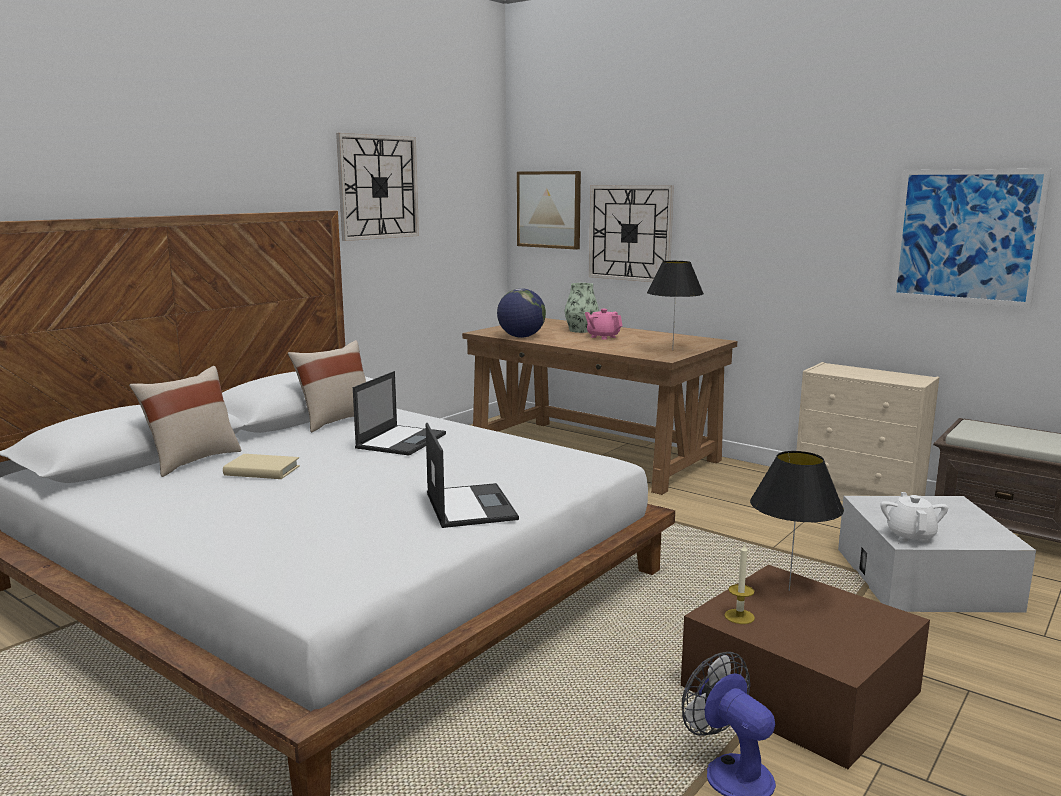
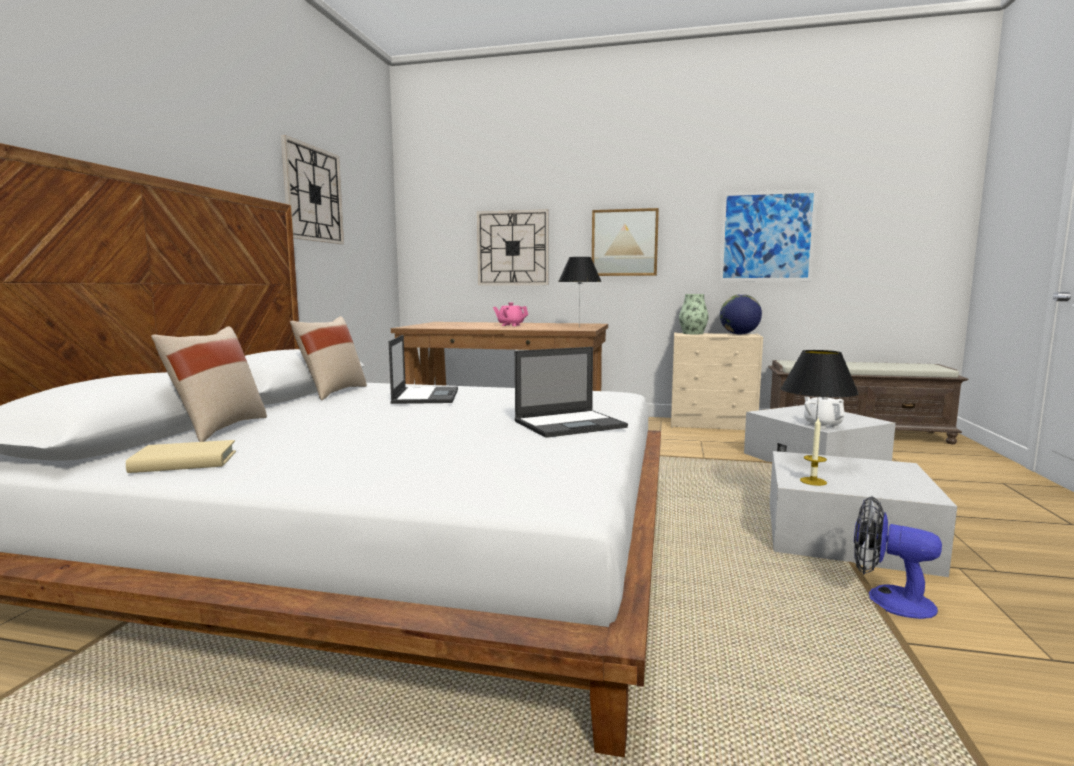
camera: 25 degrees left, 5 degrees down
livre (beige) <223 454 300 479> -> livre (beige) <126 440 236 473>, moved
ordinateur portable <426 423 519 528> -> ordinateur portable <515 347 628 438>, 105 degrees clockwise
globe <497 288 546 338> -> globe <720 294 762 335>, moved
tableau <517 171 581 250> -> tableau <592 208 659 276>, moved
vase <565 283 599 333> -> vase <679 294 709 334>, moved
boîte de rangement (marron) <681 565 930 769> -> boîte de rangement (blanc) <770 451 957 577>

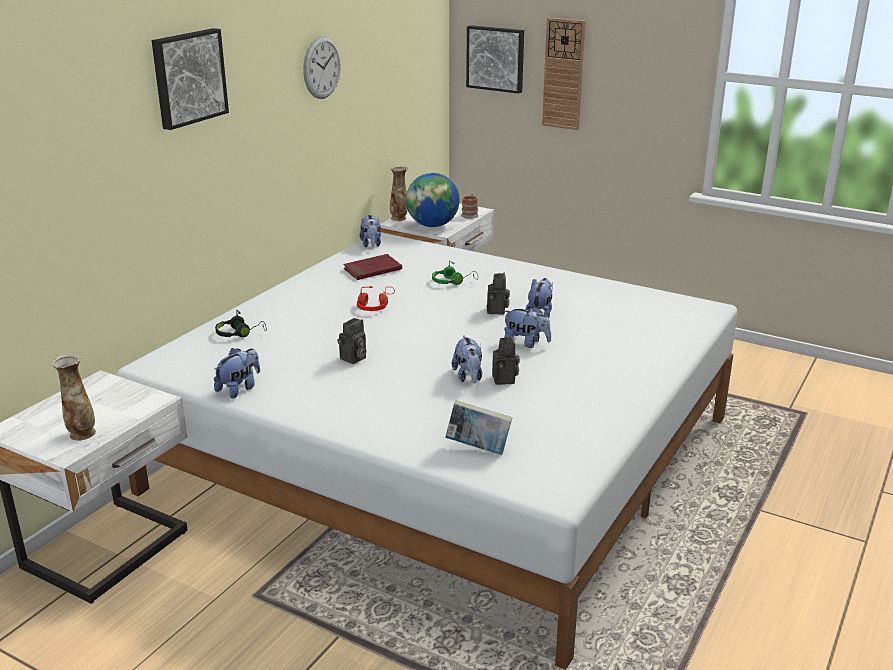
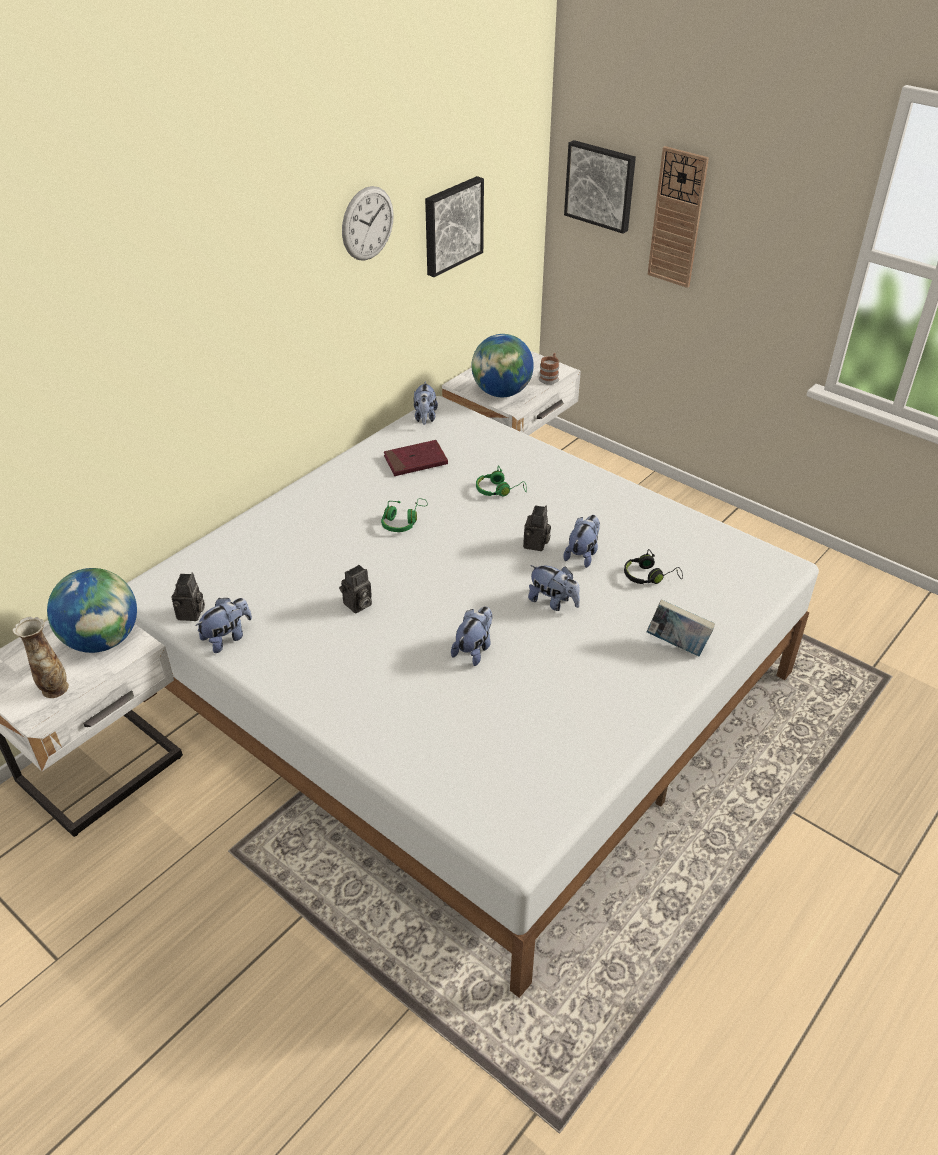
camera: 10 degrees right, 15 degrees up
tableau <152 28 229 130> -> tableau <425 176 484 277>, moved
casque audio (noir) <215 310 267 337> -> casque audio (noir) <624 549 683 584>, moved
casque audio (rouge) <357 286 395 311> -> casque audio (vert) <381 498 428 532>
vase <390 166 408 221> -> none
livre <446 400 512 455> -> livre <646 599 715 656>, moved
peluche <452 335 482 383> -> peluche <451 606 493 666>, 150 degrees counterclockwise
appareil photo <492 336 520 385> -> appareil photo <171 573 205 621>, moved
none -> globe <47 568 137 653>

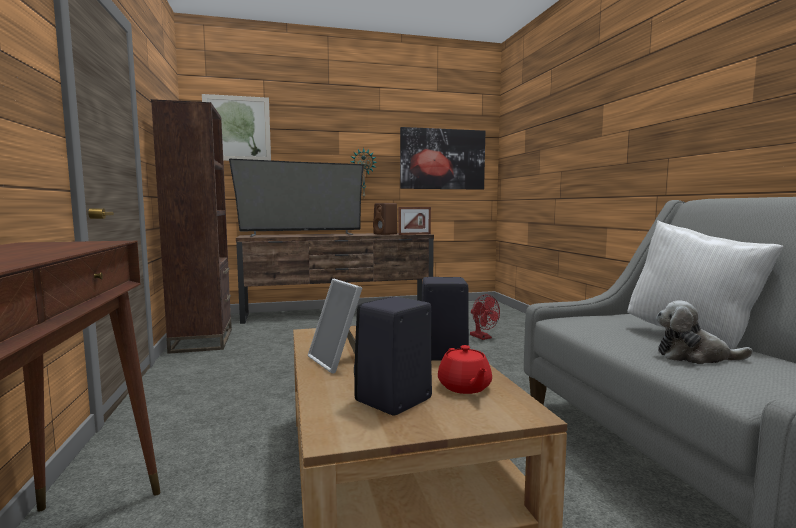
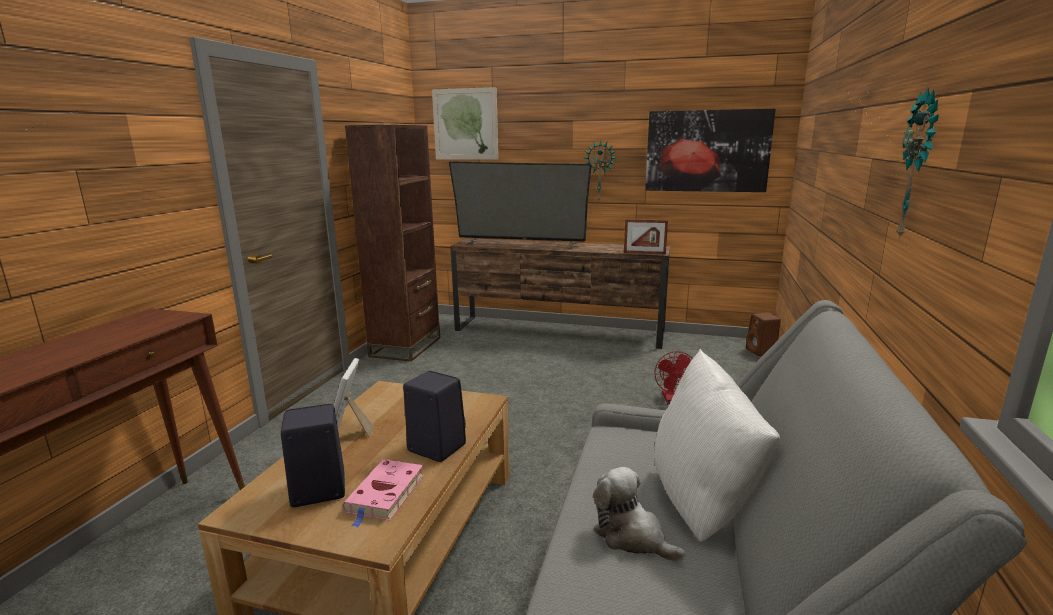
camera: 30 degrees right, 10 degrees up
enceinte (marron) <373 203 397 235> -> enceinte (marron) <746 313 781 356>, moved
théière (rouge) <438 345 492 394> -> livre (rose) <342 459 424 528>
none -> horloge murale <896 87 939 240>

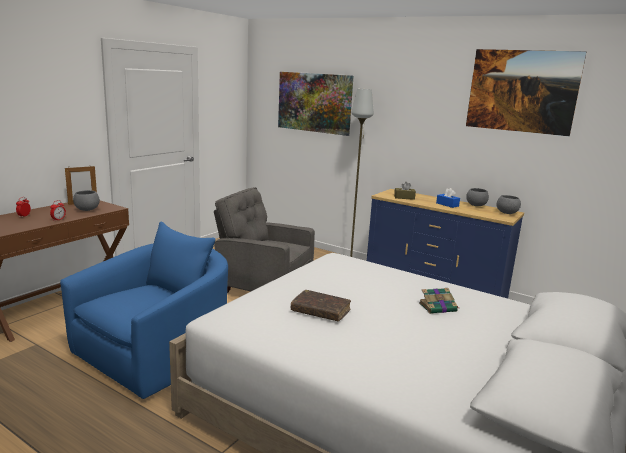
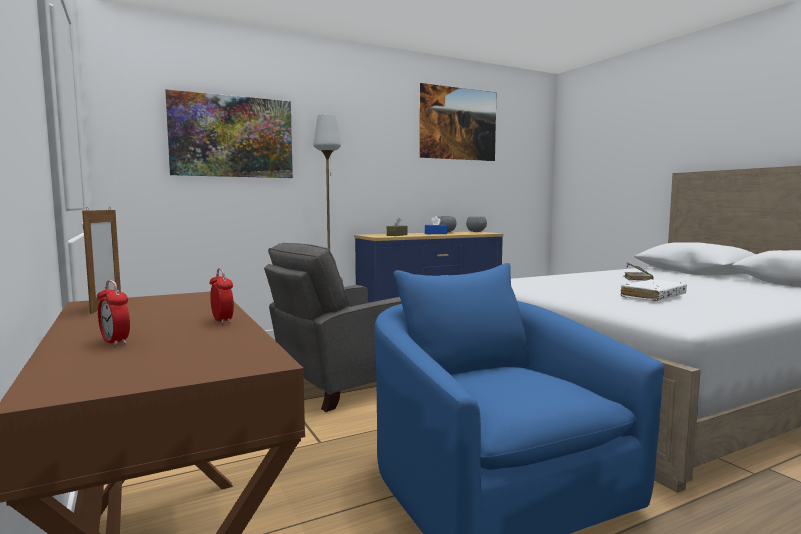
camera: 60 degrees left, 10 degrees down
bol (gris) <73 190 100 211> -> none
livre (marron) <291 290 351 321> -> livre (blanc) <621 279 687 301>

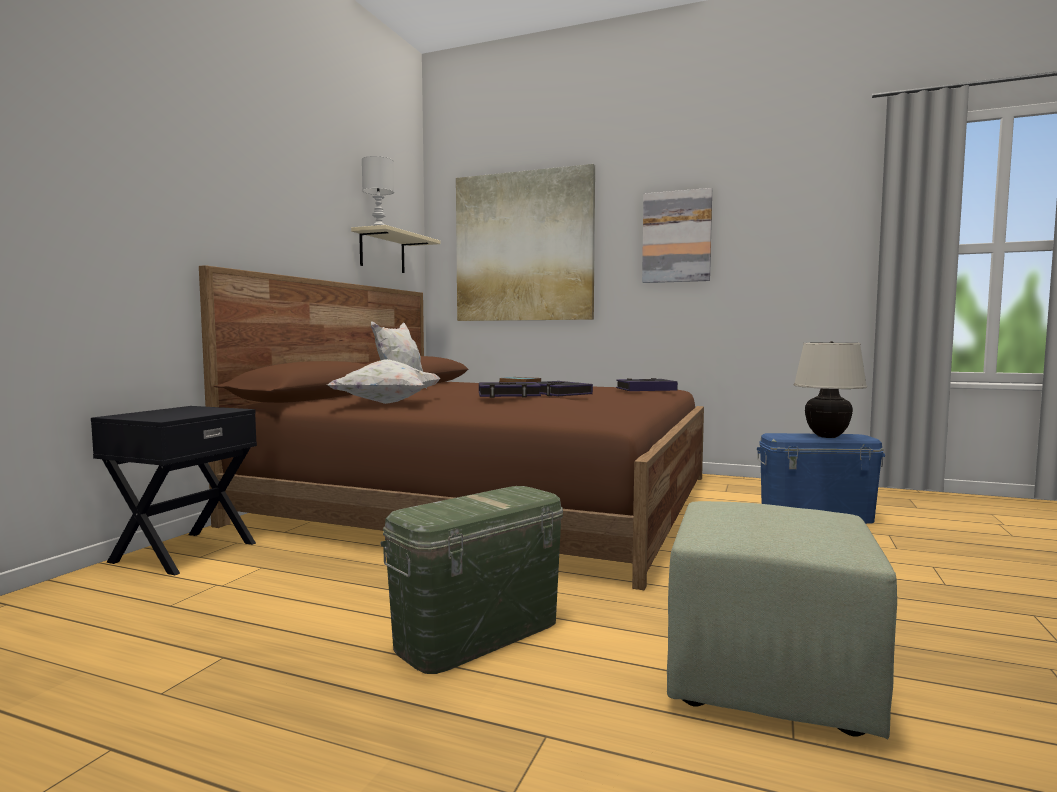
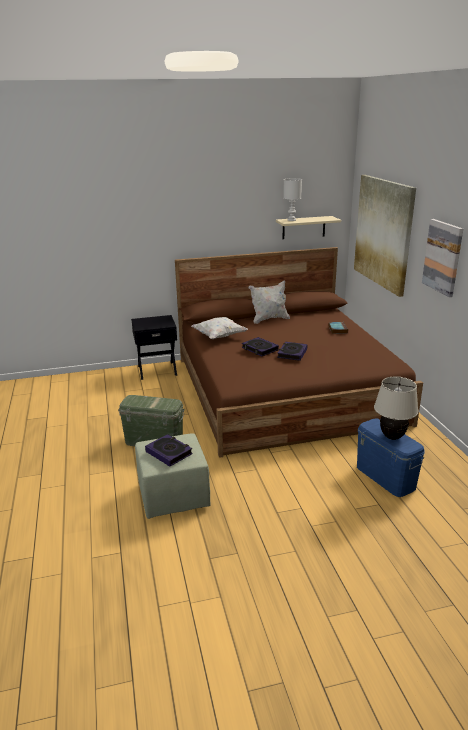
camera: 55 degrees right, 20 degrees up
livre <616 378 678 391> -> livre <145 434 193 466>, moved

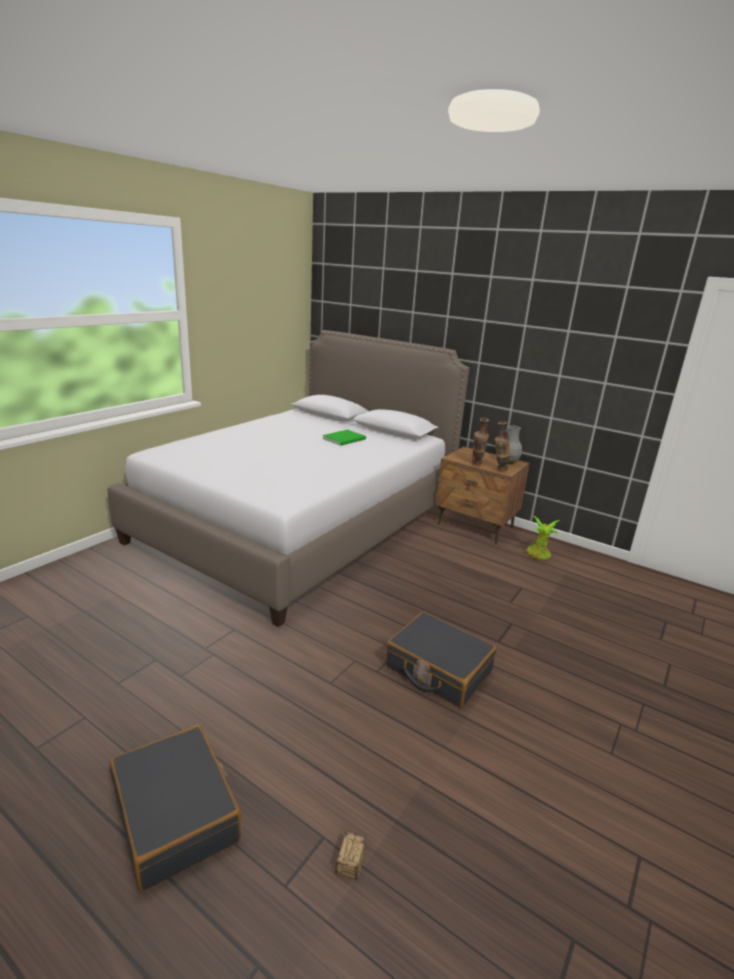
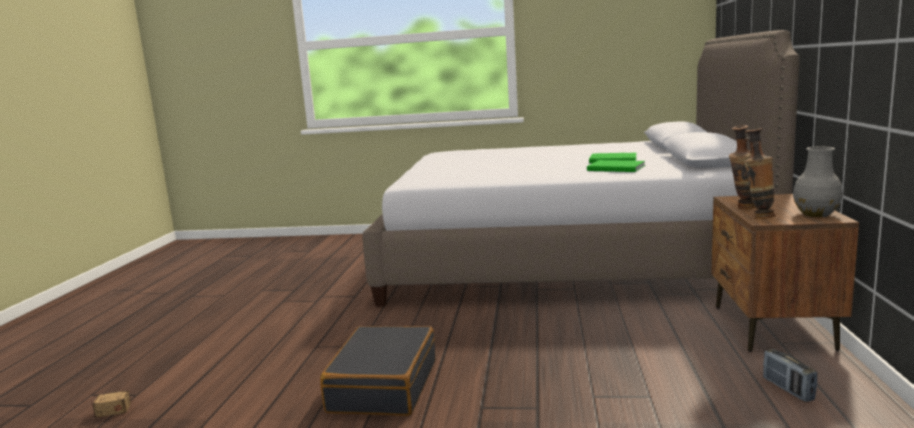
camera: 65 degrees right, 10 degrees down
valise (noir) <110 725 242 892> -> none
plante en pot <526 516 559 560> -> radio <763 349 817 402>
none -> livre (vert) <587 160 645 172>

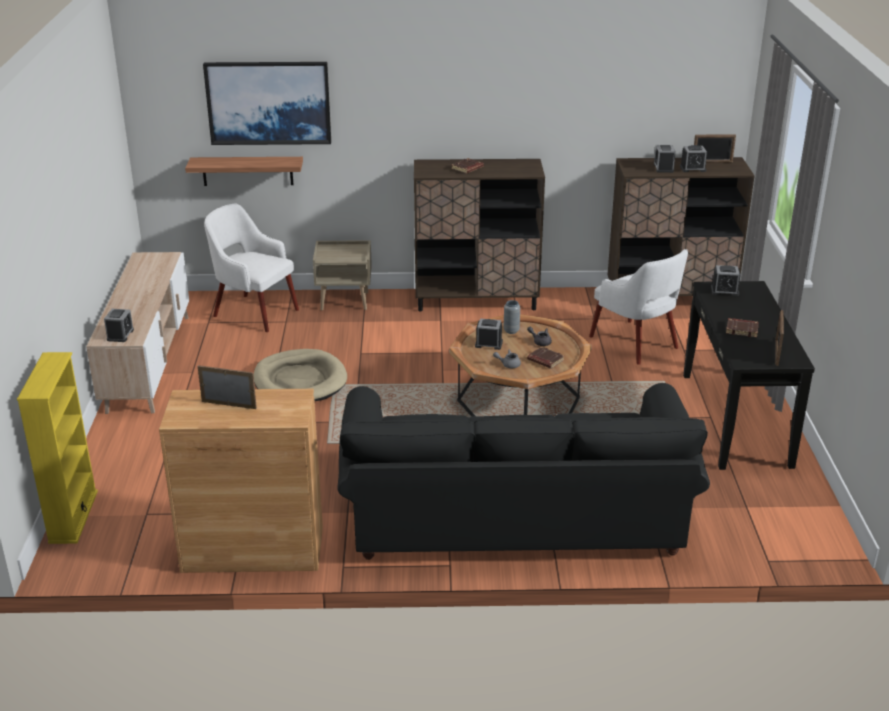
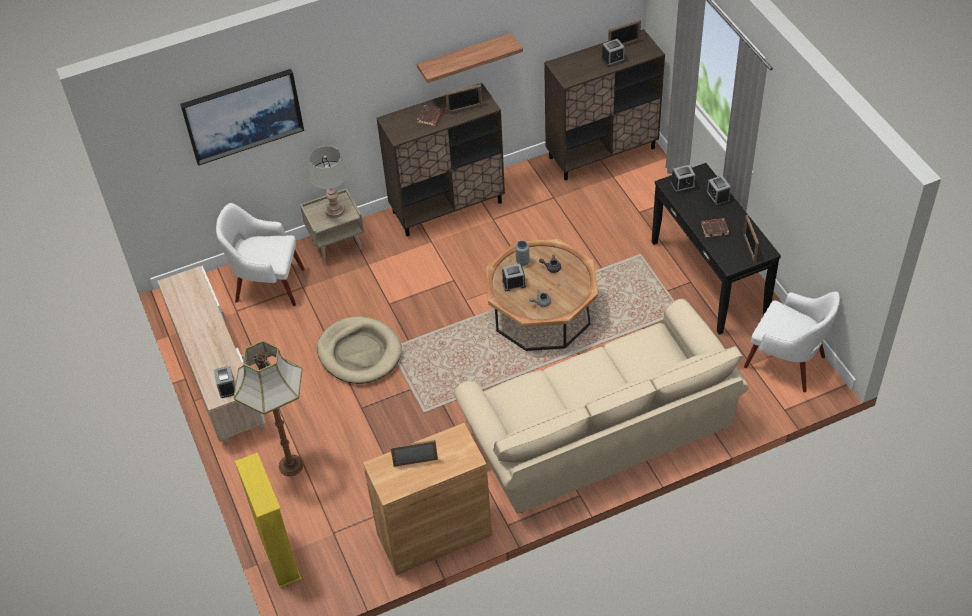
camera: 20 degrees left, 20 degrees up
étagère <185 157 303 186> -> étagère <417 33 523 83>, moved
canapé (noir) <337 383 710 560> -> canapé (beige) <454 299 749 514>
livre (marron) <527 347 565 369> -> none
fauteuil (blanc) <589 249 688 365> -> fauteuil (blanc) <744 291 840 392>, moved
réveil <654 145 676 173> -> réveil <706 176 731 206>, moved
none -> lampadaire <233 341 303 476>
none -> lampe de table (gris) <309 146 348 218>
none -> cadre photo <445 84 482 114>

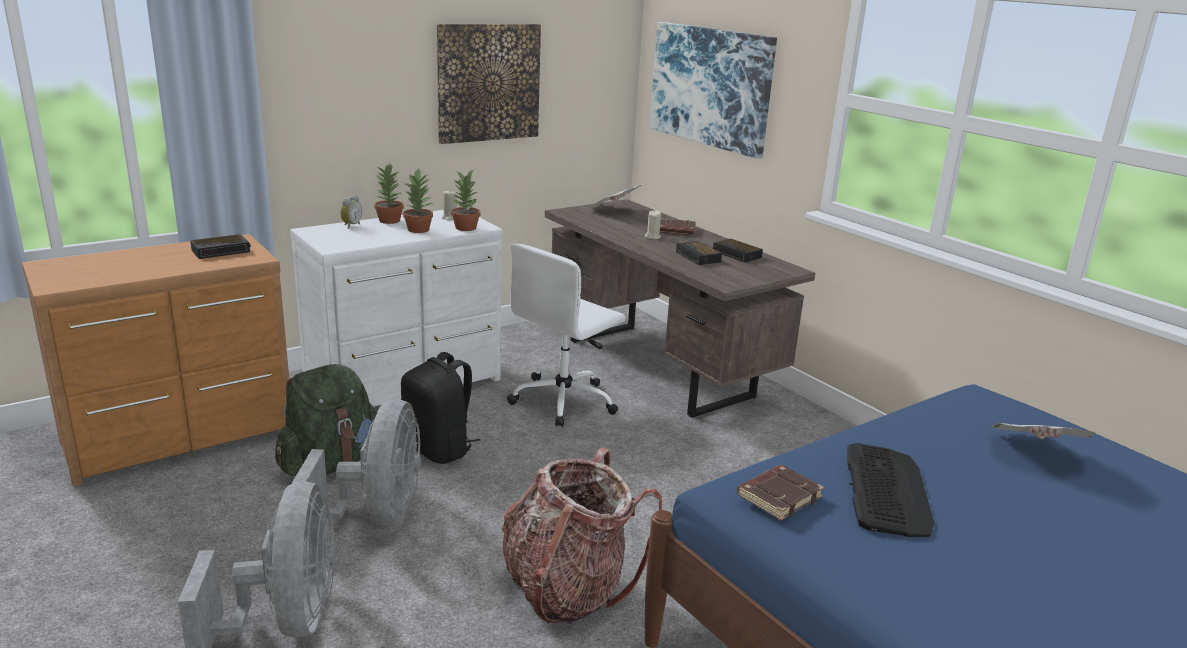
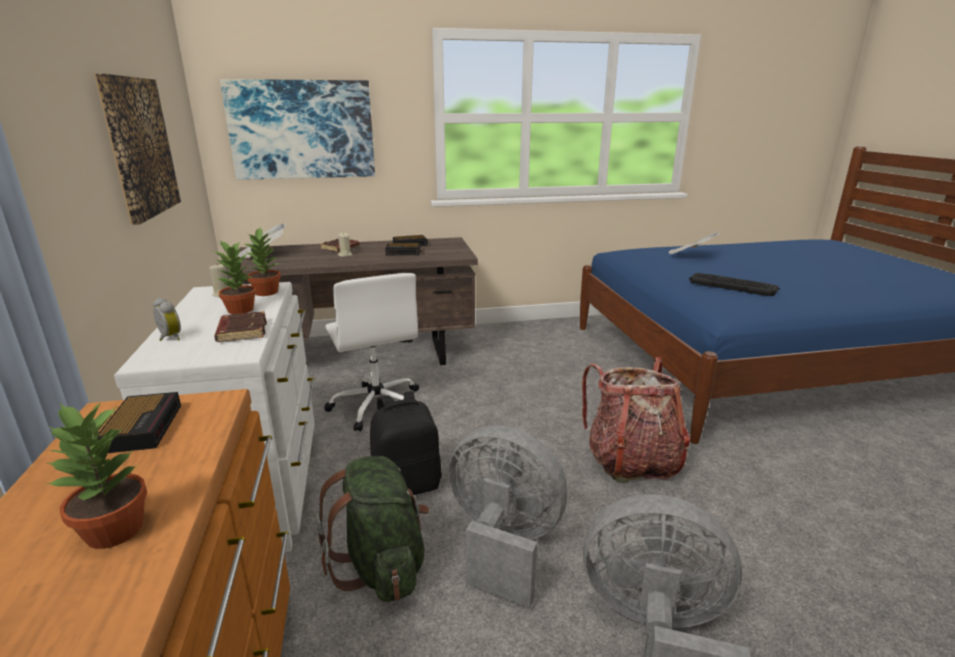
camera: 65 degrees left, 0 degrees up
plante en pot <374 163 404 224> -> plante en pot <45 402 147 549>, moved
livre (marron) <737 465 824 520> -> livre (marron) <214 311 267 342>, moved

